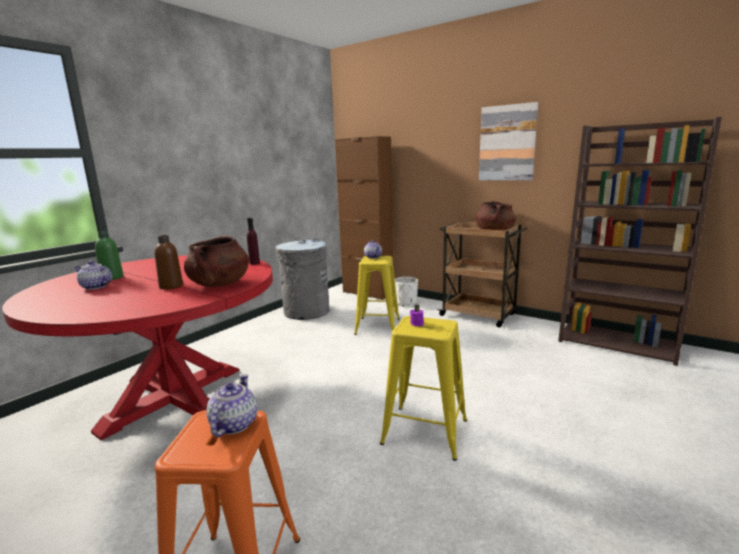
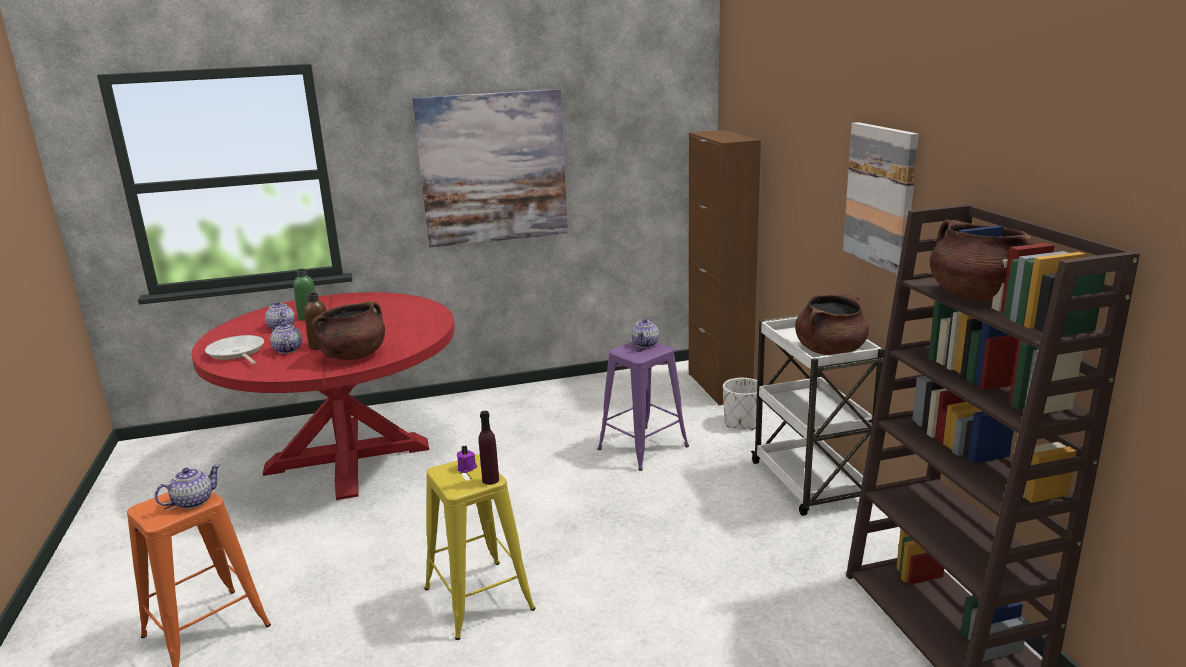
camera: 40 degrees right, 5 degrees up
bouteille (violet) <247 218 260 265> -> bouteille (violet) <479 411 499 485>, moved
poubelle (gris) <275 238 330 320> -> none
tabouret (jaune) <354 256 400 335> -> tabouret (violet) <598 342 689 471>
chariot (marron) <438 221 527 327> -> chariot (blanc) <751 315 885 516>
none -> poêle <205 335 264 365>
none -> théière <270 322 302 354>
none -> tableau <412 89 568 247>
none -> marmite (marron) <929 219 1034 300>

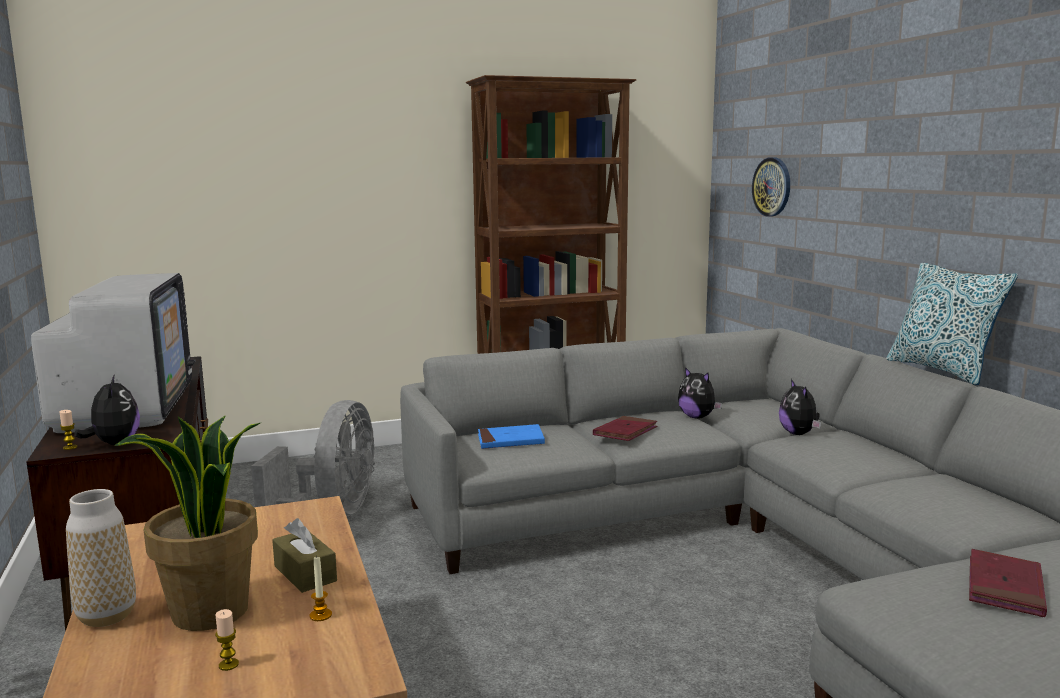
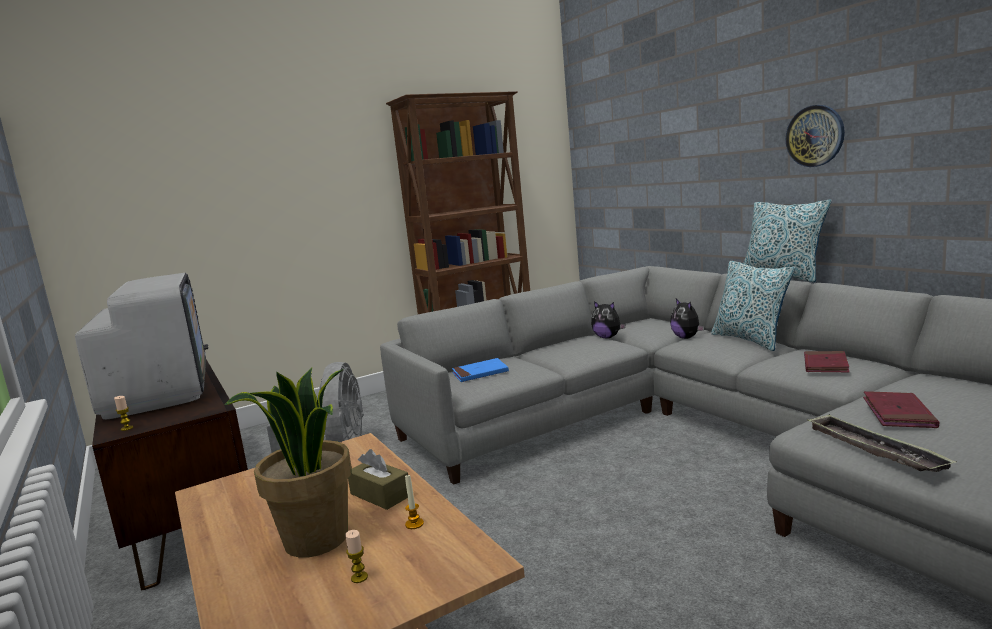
camera: 10 degrees left, 0 degrees up
vase <66 489 136 627> -> none
peluche <74 375 140 445> -> none
livre (rouge) <593 416 657 441> -> livre (rouge) <804 351 850 372>, moved
horloge murale <752 157 790 217> -> horloge murale <786 105 845 167>, moved
none -> coussin <711 261 795 351>
none -> plateau <807 414 957 472>

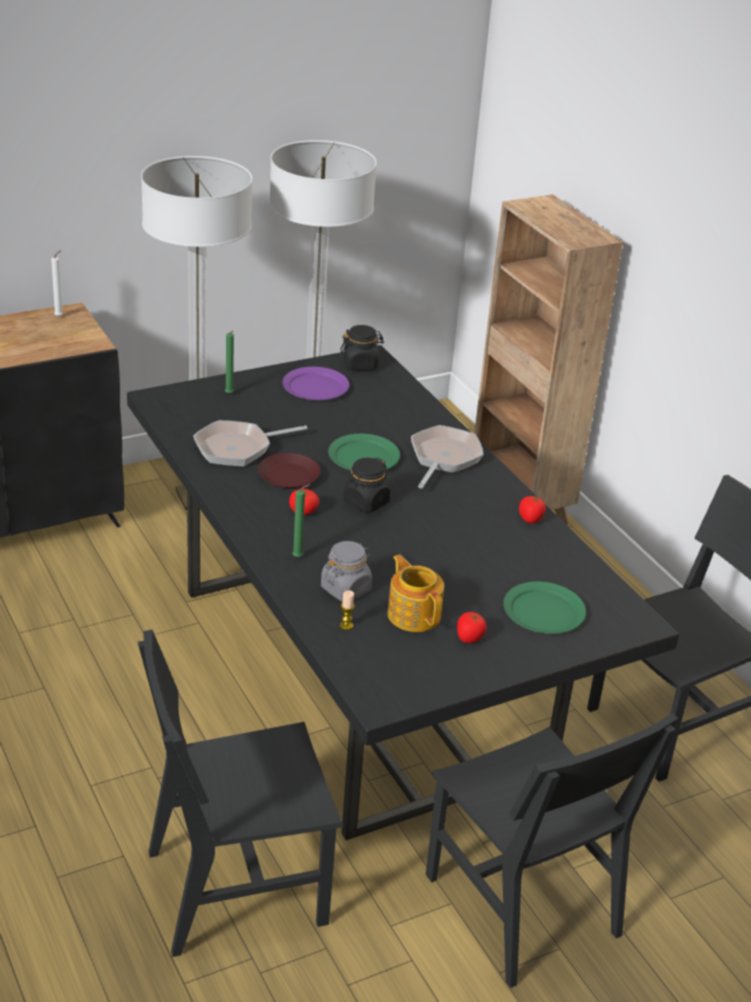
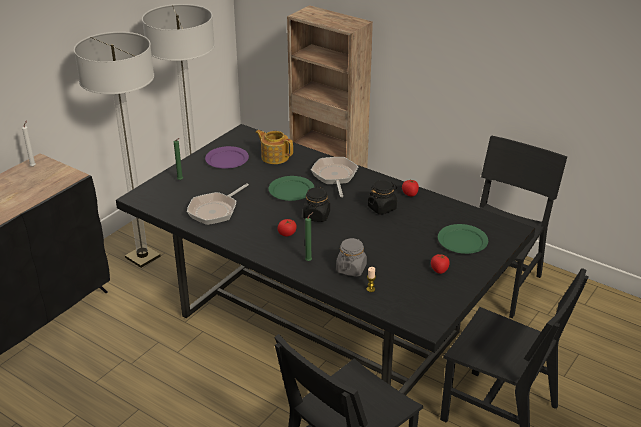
camera: 25 degrees left, 0 degrees up
assiette (marron) <258 453 320 489> -> none
bocal (noir) <340 325 384 370> -> bocal (noir) <368 180 397 215>, moved
théière <388 555 444 632> -> théière <255 130 293 164>, moved

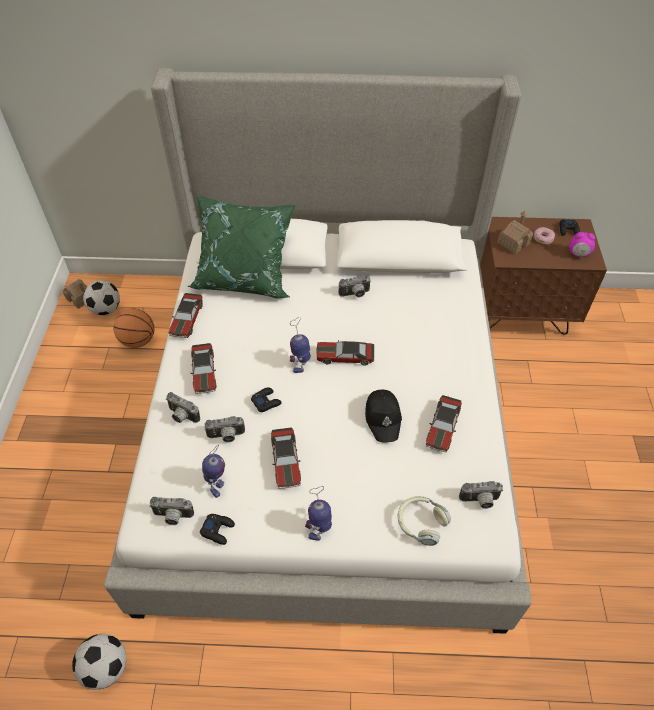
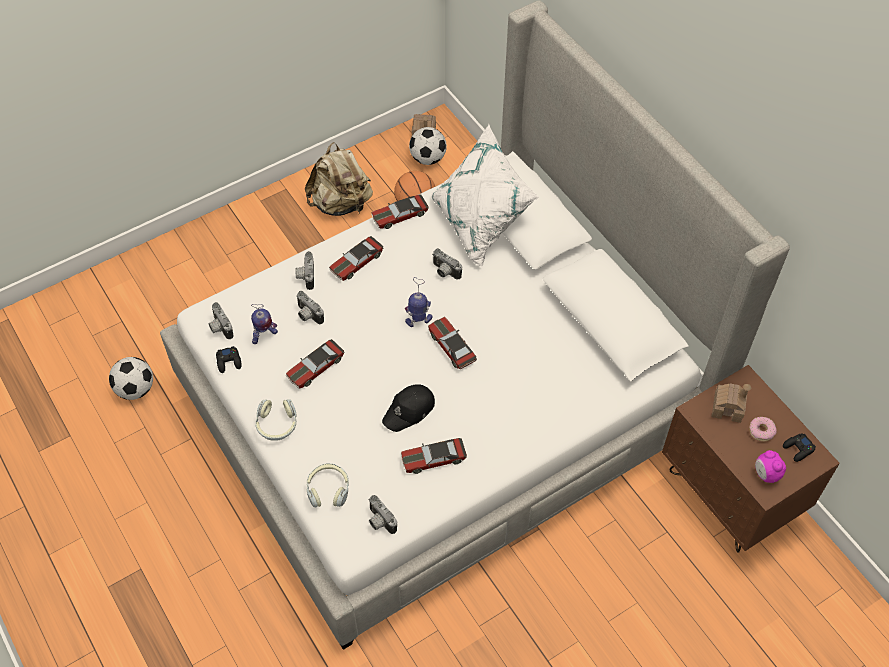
camera: 55 degrees right, 5 degrees up
coussin (vert) <188 194 296 298> -> coussin (blanc) <431 124 539 267>
manette (noir) <251 388 282 412> -> none
robot jouet <305 486 332 541> -> casque audio <255 399 296 441>
appareil photo <339 275 371 297> -> appareil photo <432 248 462 280>, moved
none -> sac à dos (beige) <305 142 373 216>

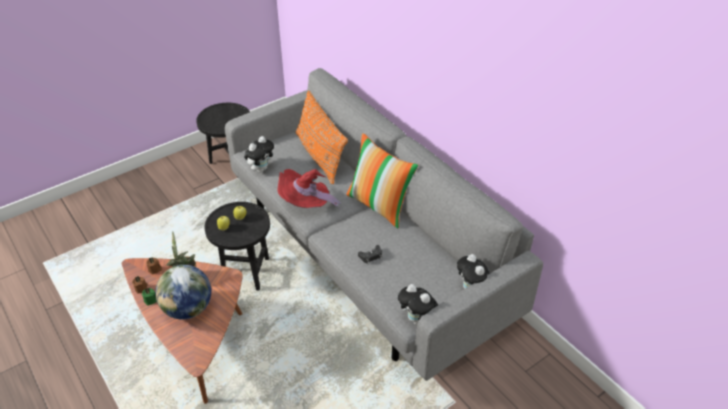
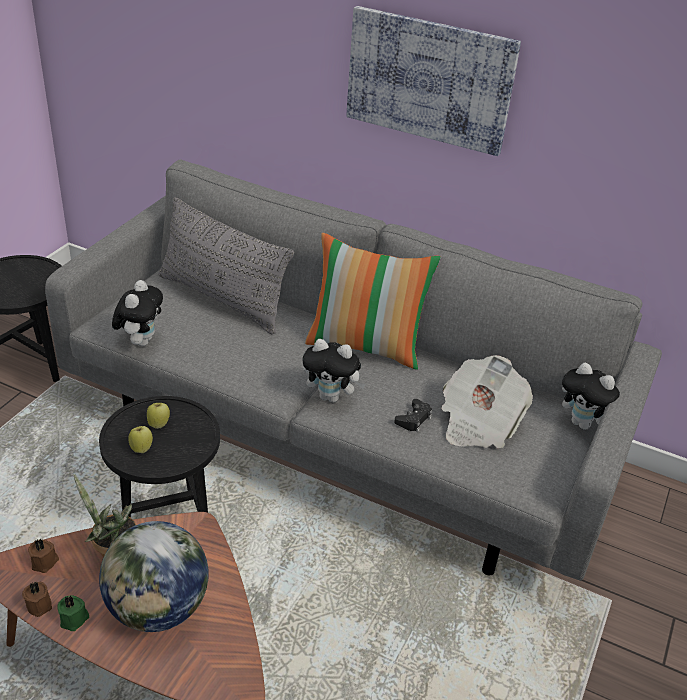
camera: 30 degrees left, 5 degrees down
chapeau (rouge) <278 169 341 209> -> none
coussin (orange) <296 90 348 184> -> coussin (gris) <158 197 294 334>
peluche <398 284 438 325> -> peluche <302 339 366 403>, moved
none -> tableau <346 6 521 156>
none -> journal <441 355 533 448>

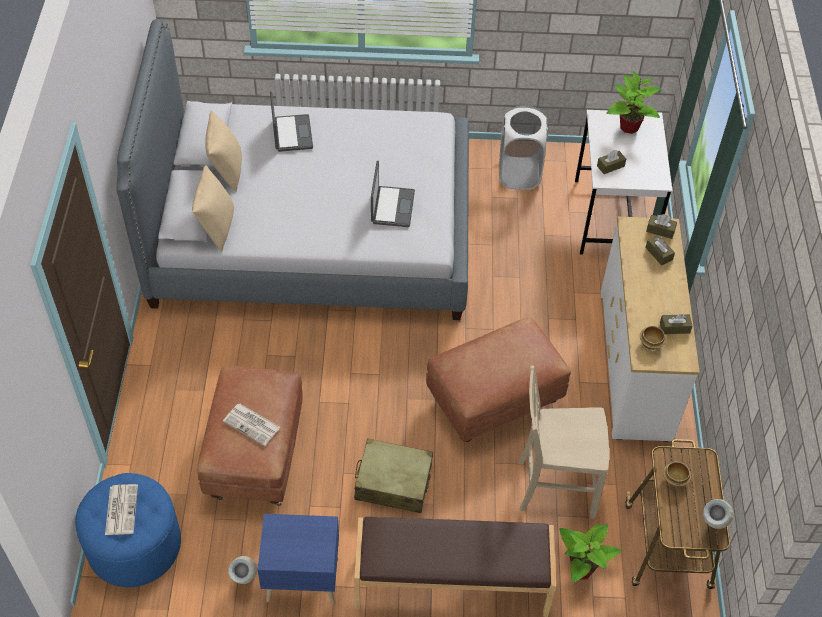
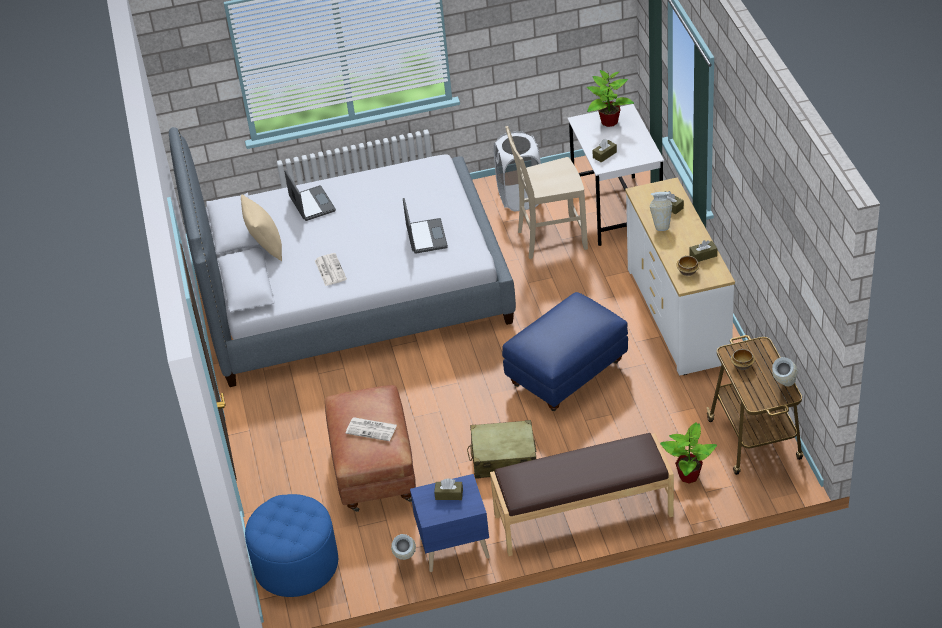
camera: 10 degrees left, 10 degrees down
journal <105 484 138 535> -> journal <315 253 347 286>, moved
coussin (beige) <192 165 234 252> -> none
pouf (marron) <426 317 571 442> -> pouf (bleu) <502 292 628 411>
chaise (beige) <519 365 609 519> -> chaise (beige) <505 126 588 259>, moved
boîte à mouchoirs (marron) <646 214 677 239> -> boîte à mouchoirs (marron) <434 478 463 500>, moved
none -> vase <650 192 672 231>

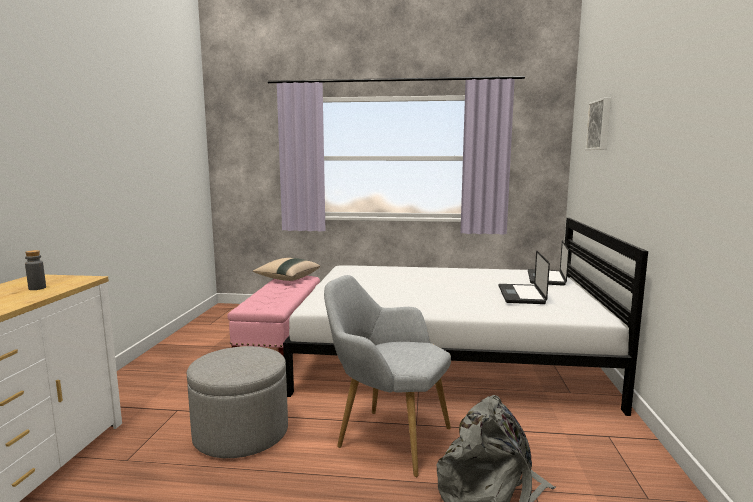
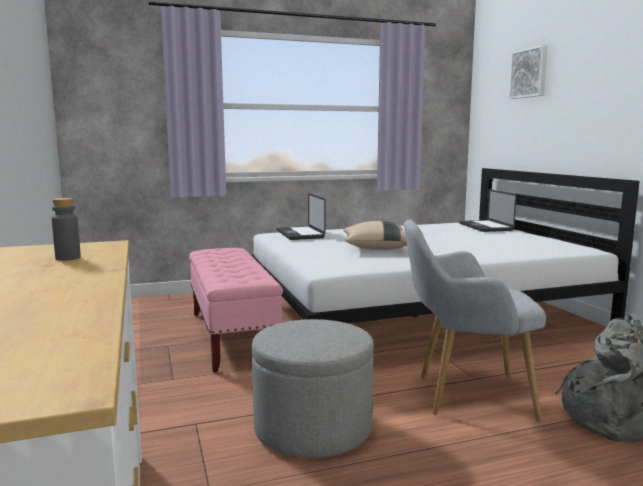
camera: 25 degrees left, 0 degrees up
coussin (beige) <253 258 320 281> -> coussin (beige) <343 221 407 250>, moved
ordinateur portable <499 250 550 304> -> ordinateur portable <276 193 326 240>, moved

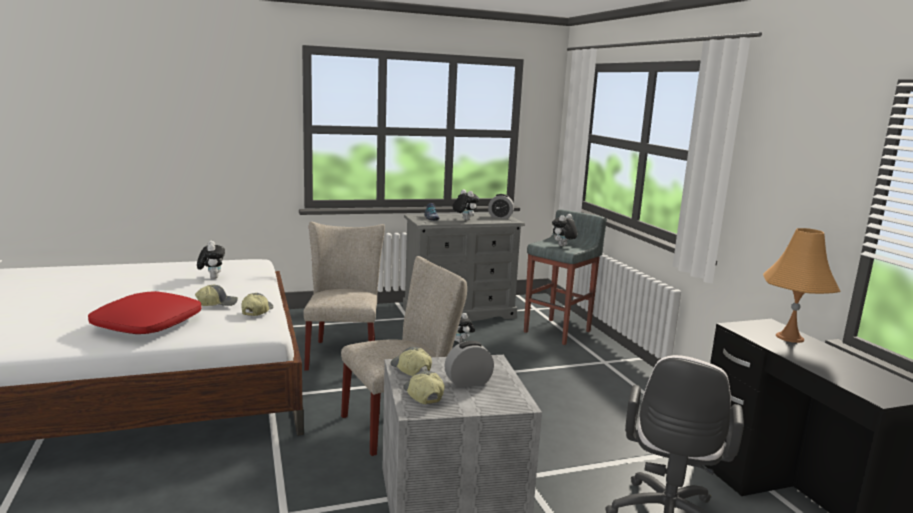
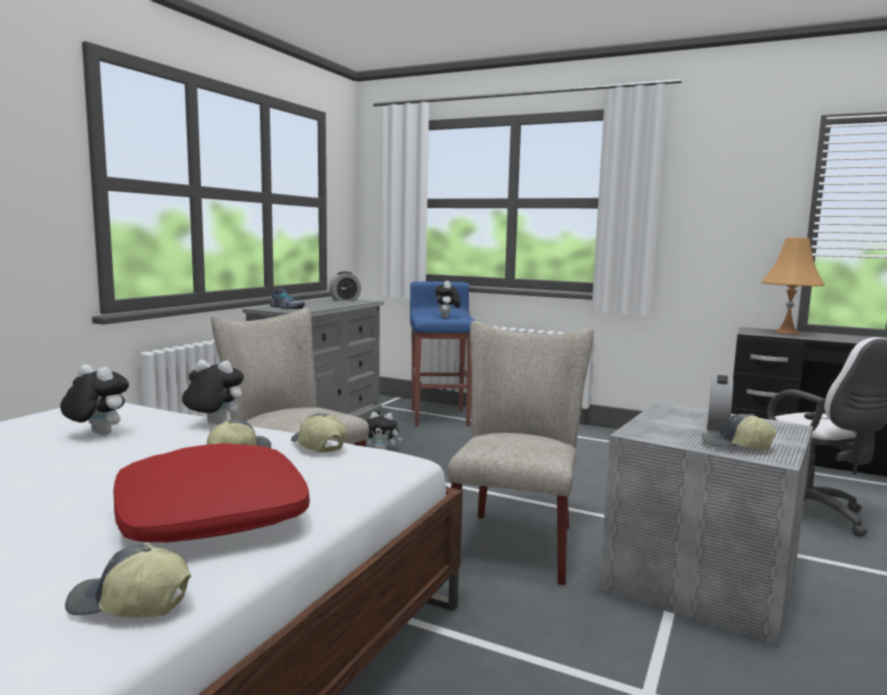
camera: 45 degrees left, 5 degrees down
casquette <391 347 432 376> -> casquette <65 544 191 618>, moved
peluche <452 189 479 221> -> peluche <182 360 244 425>, moved
tabouret (gris) <524 209 607 345> -> tabouret (bleu) <410 281 475 426>

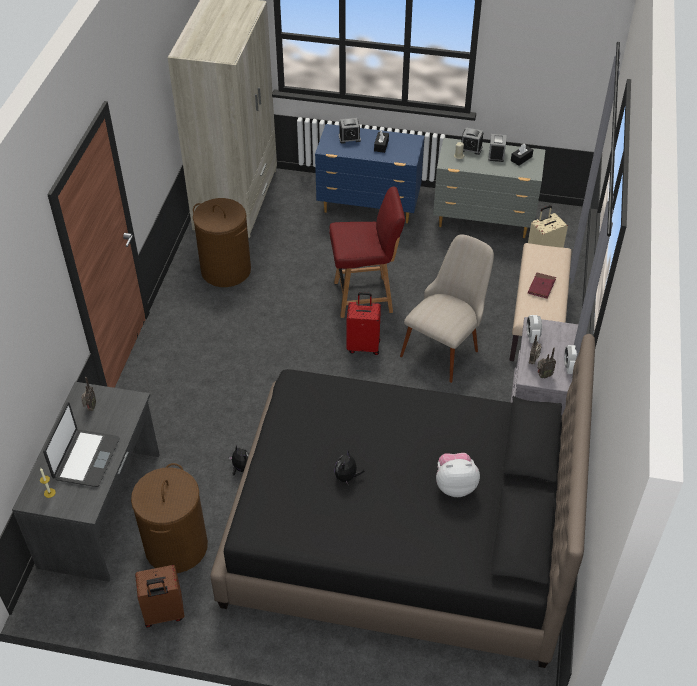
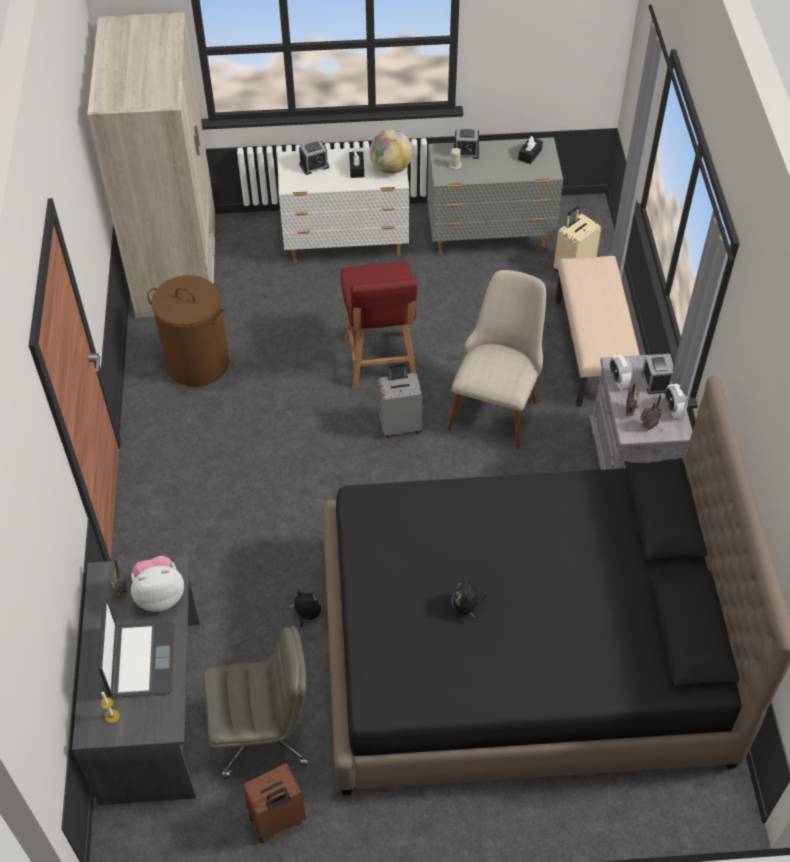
camera: 15 degrees left, 5 degrees up
panier à linge (marron) <131 463 208 573> -> chaise de bureau (gris) <203 626 309 779>
commode (bleu) <315 124 424 223> -> commode (blanc) <278 147 409 262>
chaise (rouge) <329 187 405 318> -> chaise (rouge) <341 262 418 388>, 105 degrees clockwise
valise (rouge) <346 292 381 355> -> valise (gris) <378 363 422 438>
peluche <436 453 480 497> -> peluche <131 556 184 612>, moved
réveil <489 134 506 162> -> réveil <642 354 673 394>, moved
livre (rouge) <528 272 556 299> -> none
none -> globe <369 130 413 174>

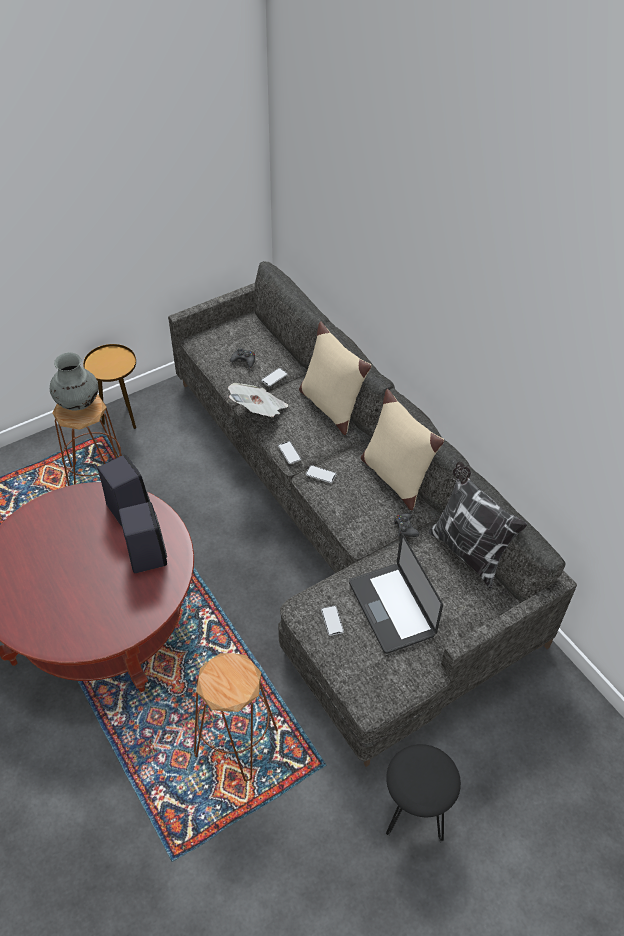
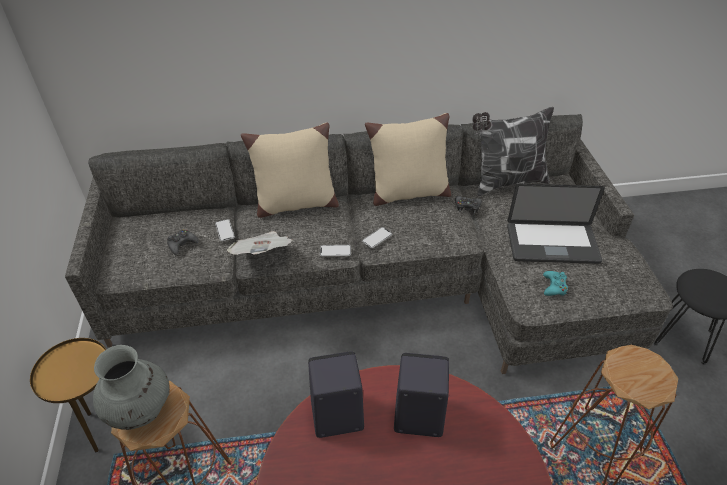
camera: 65 degrees left, 5 degrees down
téléphone <321 605 344 636> -> manette (turquoise) <543 271 568 296>

